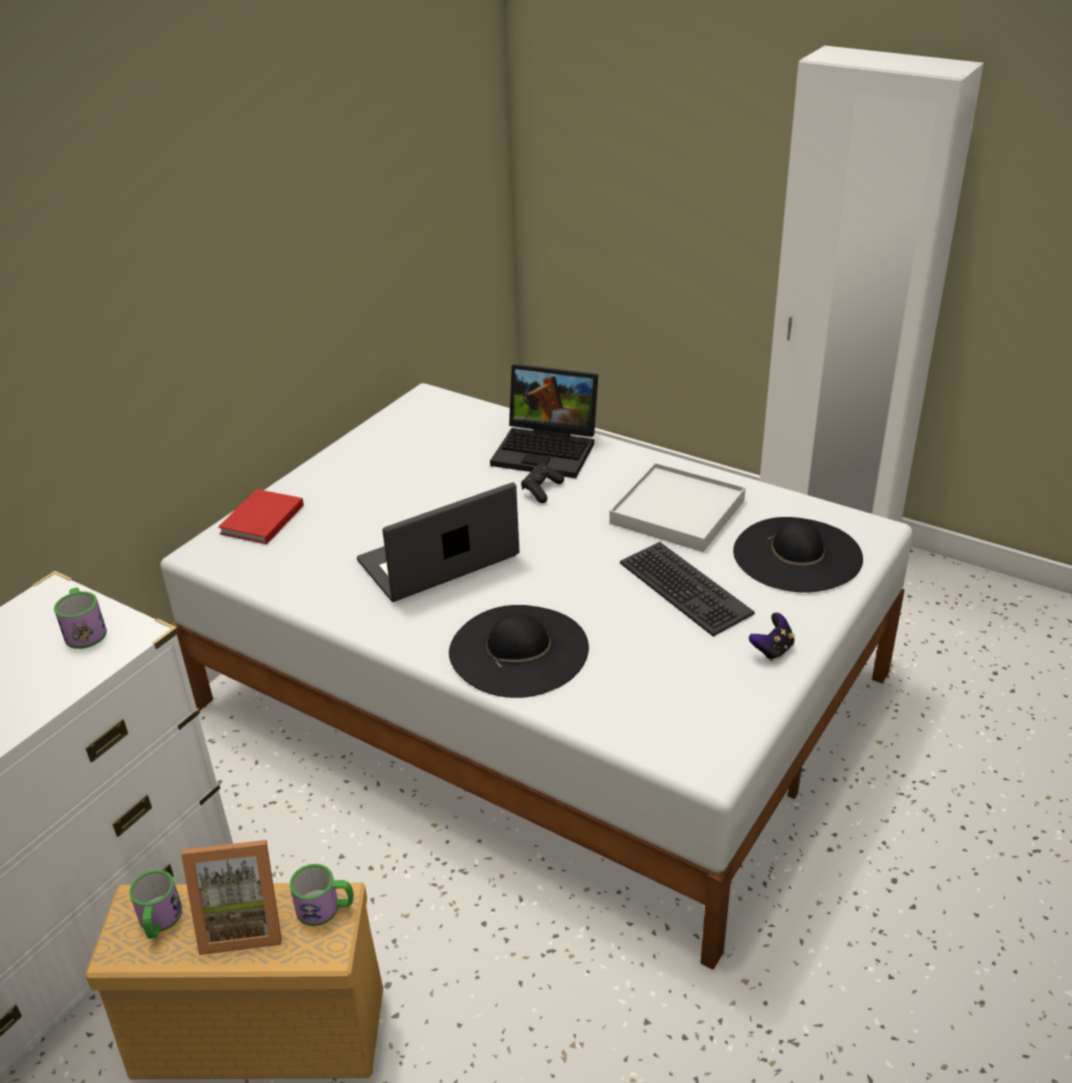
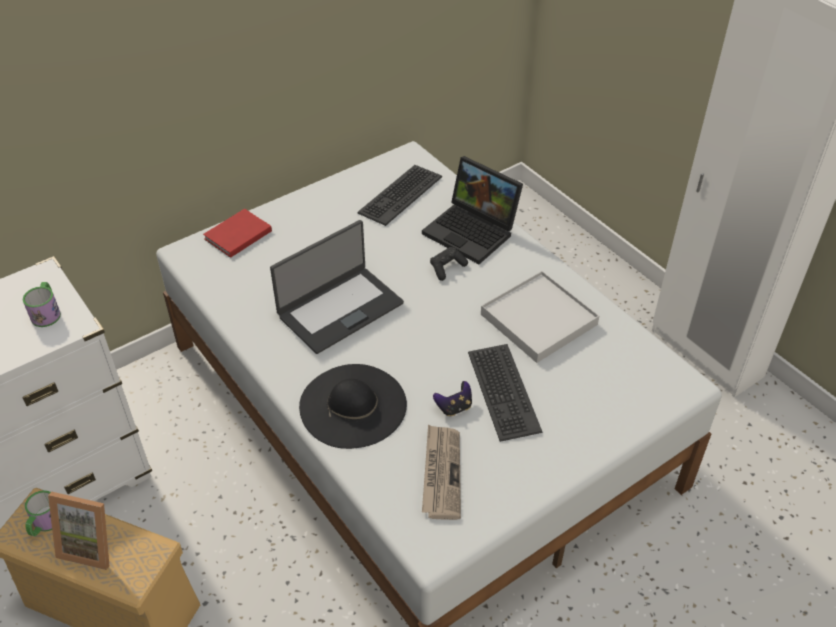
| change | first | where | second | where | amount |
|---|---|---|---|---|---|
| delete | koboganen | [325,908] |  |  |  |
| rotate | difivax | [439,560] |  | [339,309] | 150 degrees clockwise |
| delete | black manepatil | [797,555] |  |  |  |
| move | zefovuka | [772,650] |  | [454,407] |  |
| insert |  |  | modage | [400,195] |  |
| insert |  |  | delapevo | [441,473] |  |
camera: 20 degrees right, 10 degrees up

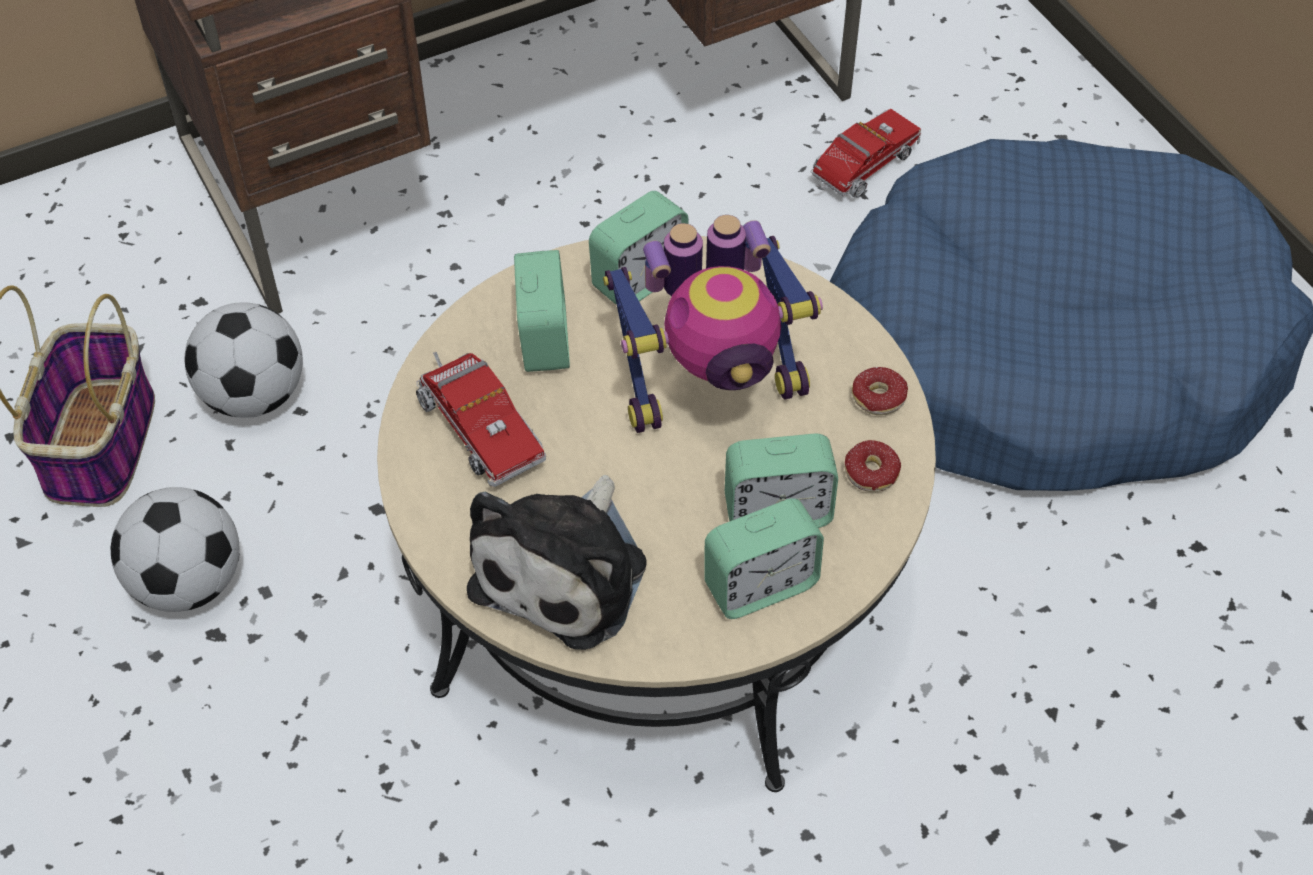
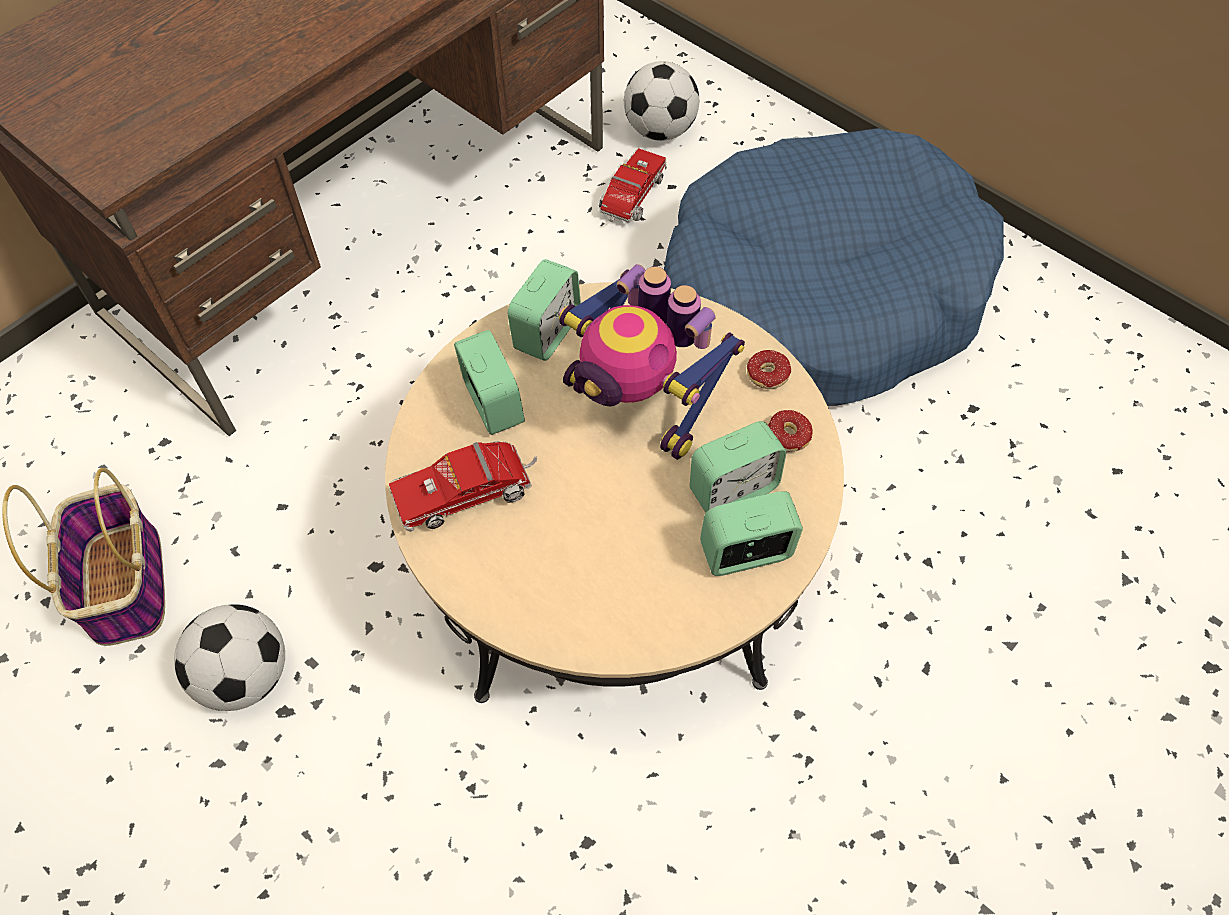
| change | first | where | second | where | amount |
|---|---|---|---|---|---|
| move | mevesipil | [254,395] |  | [660,130] |  |
| rotate | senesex | [477,426] |  | [469,492] | 120 degrees clockwise |
| delete | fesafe | [566,570] |  |  |  |
| rotate | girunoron | [712,387] |  | [640,404] | 75 degrees clockwise |
| rotate | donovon | [760,585] |  | [746,553] | 150 degrees counterclockwise |
camera: 20 degrees left, 5 degrees up

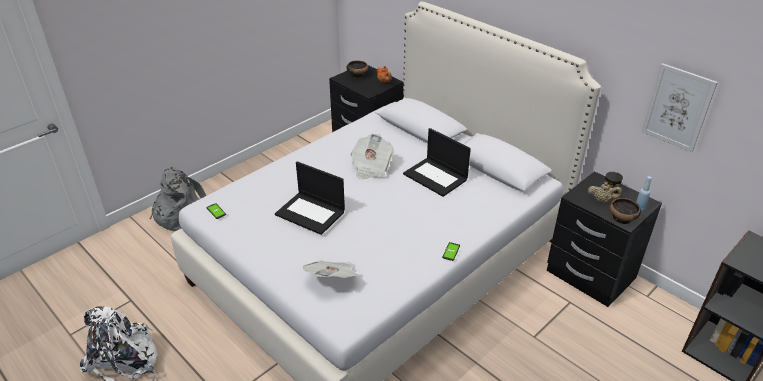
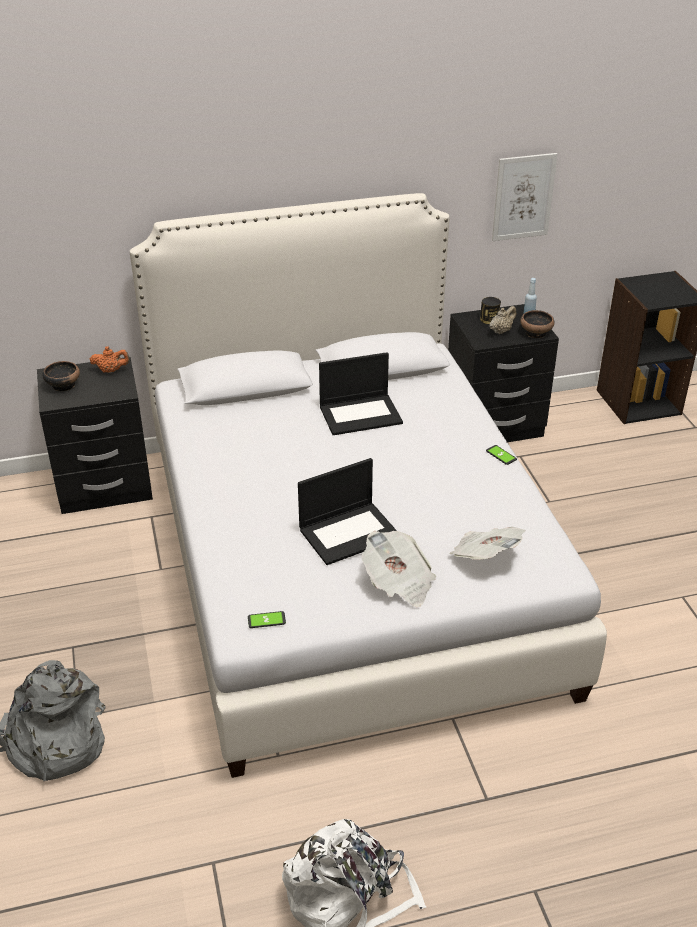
| change | first | where | second | where | amount |
|---|---|---|---|---|---|
| move | delapevo | [371,167] |  | [398,583] |  |
camera: 60 degrees left, 0 degrees up

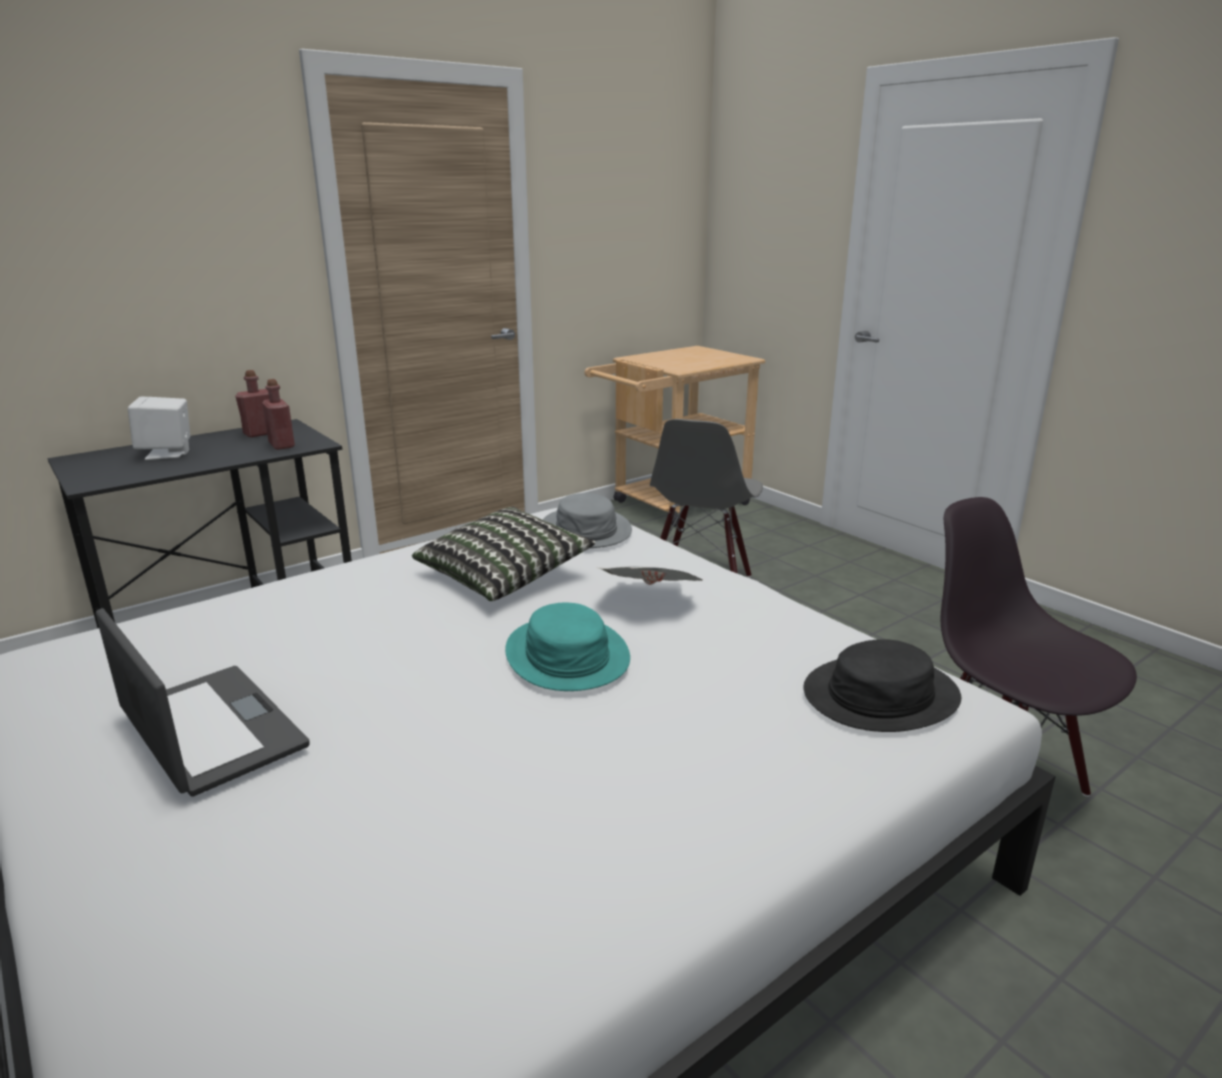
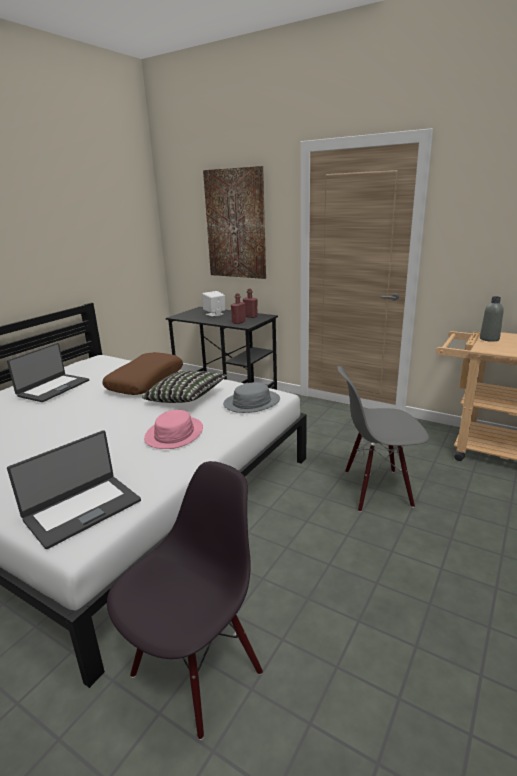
| change | first | where | second | where | amount |
|---|---|---|---|---|---|
| delete | turquoise manepatil | [566,655] |  |  |  |
| replace | delapevo | [651,600] | pink manepatil | [174,434] |  |
| replace | black manepatil | [880,695] | difivax | [82,509] |  |
| insert |  |  | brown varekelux | [145,382] |  |
| insert |  |  | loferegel | [236,224] |  |
| insert |  |  | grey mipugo | [489,339] |  |
camera: 70 degrees right, 0 degrees up

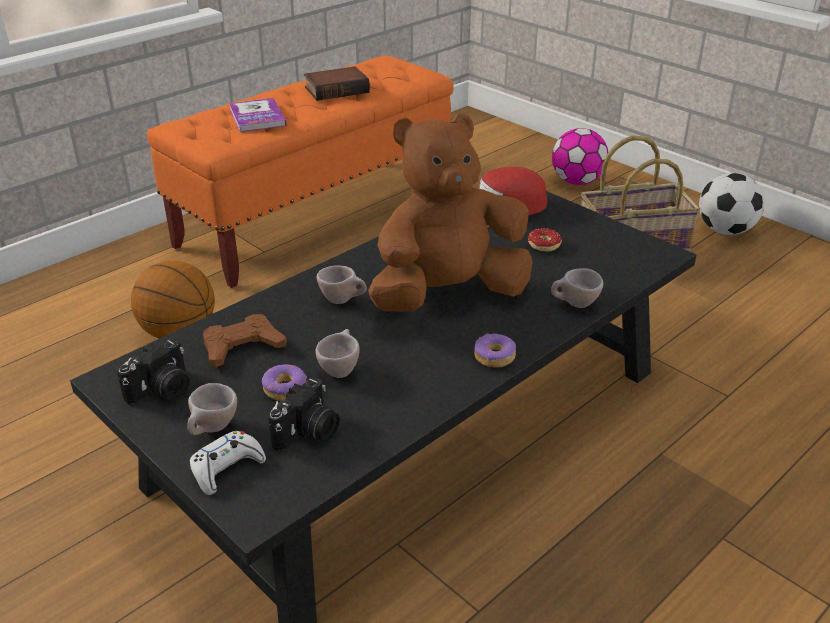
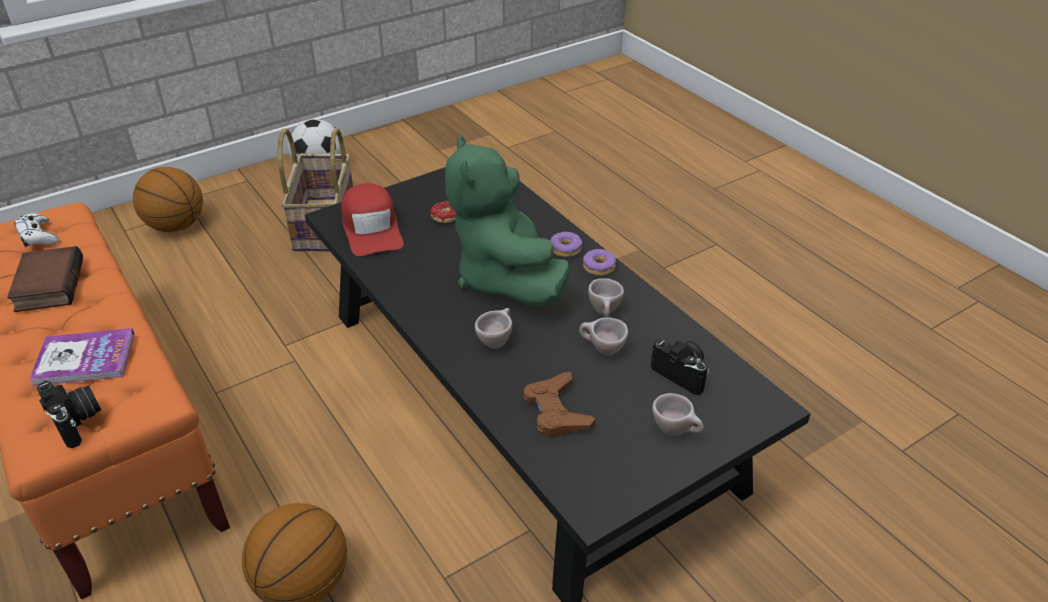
| change | first | where | second | where | amount |
|---|---|---|---|---|---|
| move | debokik | [162,391] |  | [77,421] |  |
| move | white zefovuka | [226,468] |  | [38,236] |  |
| move | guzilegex | [285,389] |  | [565,249] |  |
| recolor | brown fesafe | [448,294] | green fesafe | [505,278] |  |
| move | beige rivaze | [574,305] |  | [605,313] |  |
| replace | mevesipil | [577,182] | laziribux | [176,226] |  |
camera: 80 degrees left, 5 degrees up

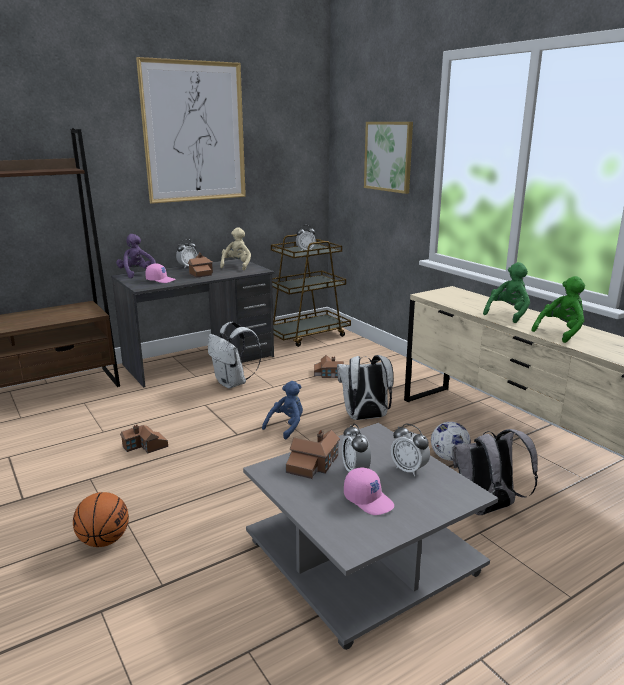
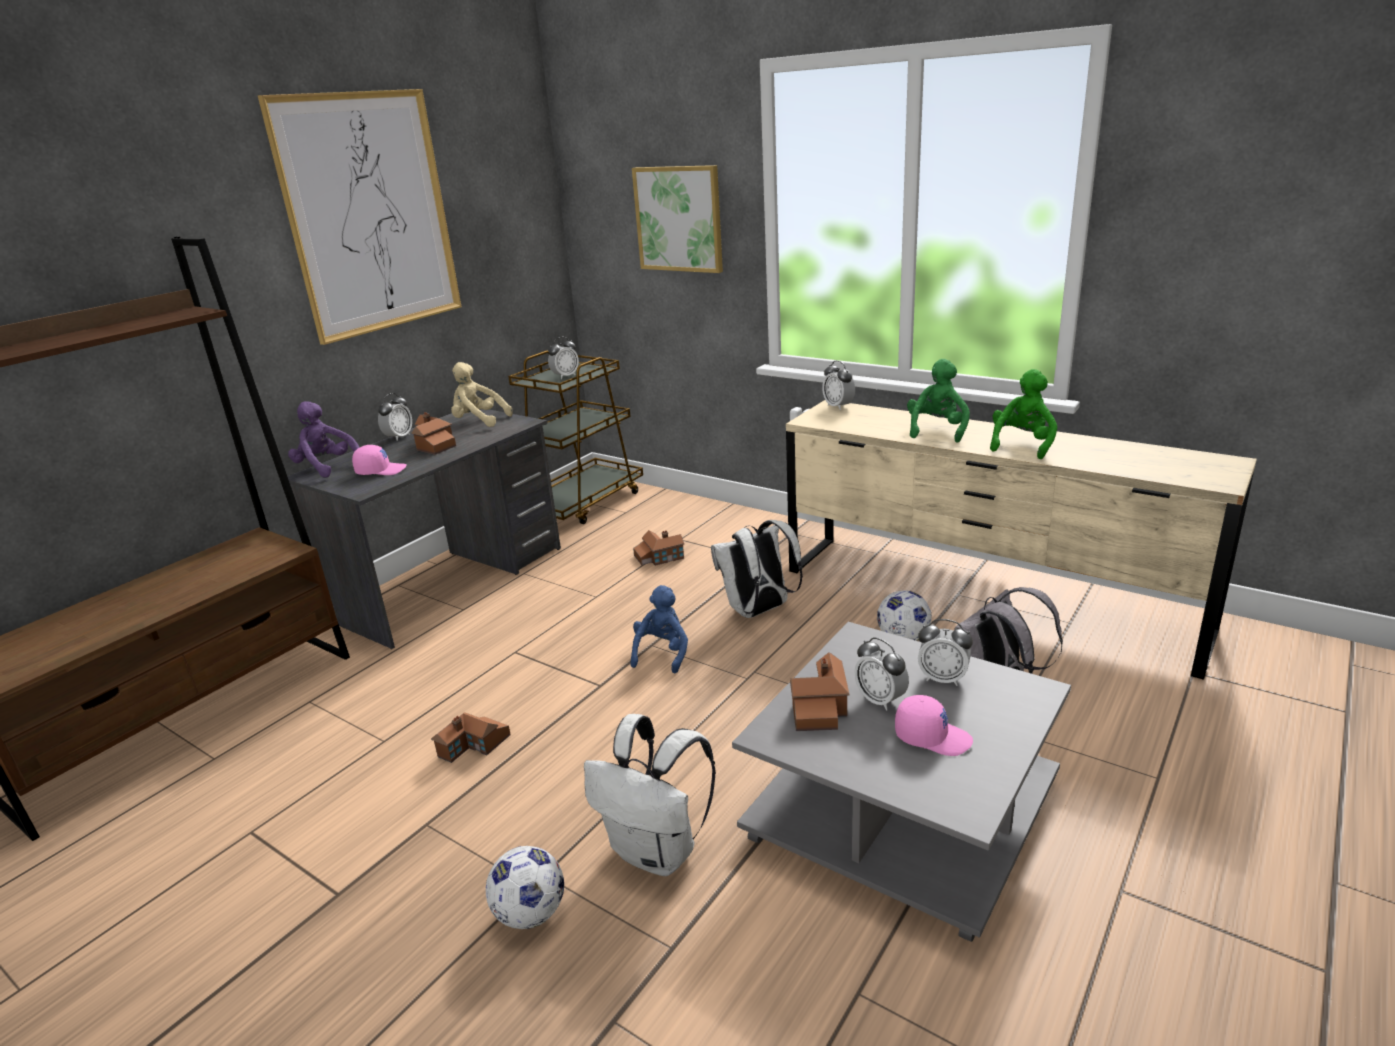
| change | first | where | second | where | amount |
|---|---|---|---|---|---|
| replace | laziribux | [104,540] | mevesipil | [531,914] |  |
| move | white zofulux | [233,383] |  | [658,852] |  |
| rotate | beige fesafe | [237,266] |  | [478,421] | 60 degrees counterclockwise |
| insert |  |  | donovon | [838,406] |  |
camera: 20 degrees left, 5 degrees up

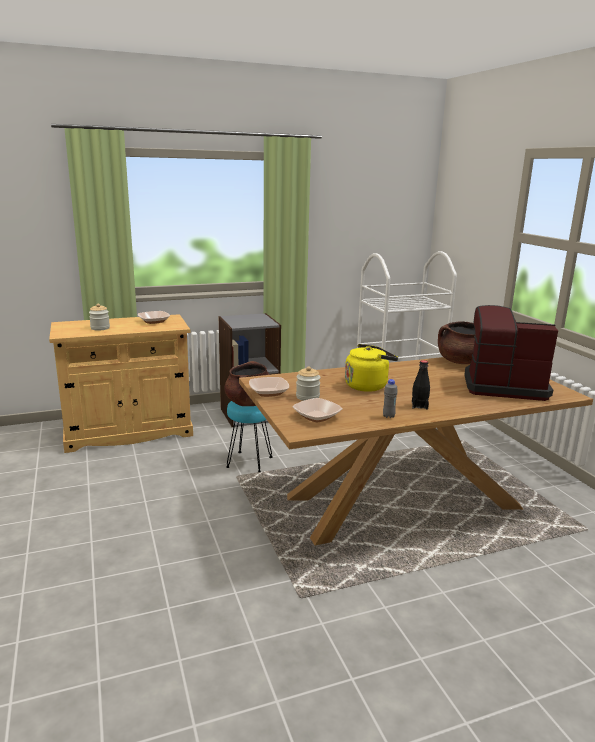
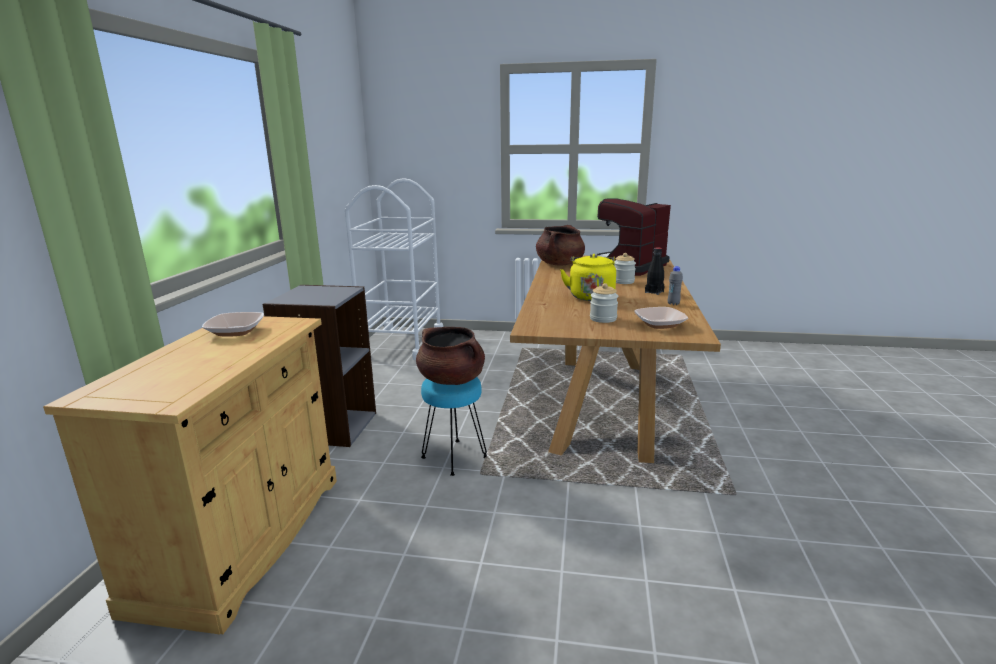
| change | first | where | second | where | amount |
|---|---|---|---|---|---|
| move | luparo | [100,328] |  | [623,281] |  |
| delete | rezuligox | [268,392] |  |  |  |
camera: 60 degrees left, 0 degrees up

